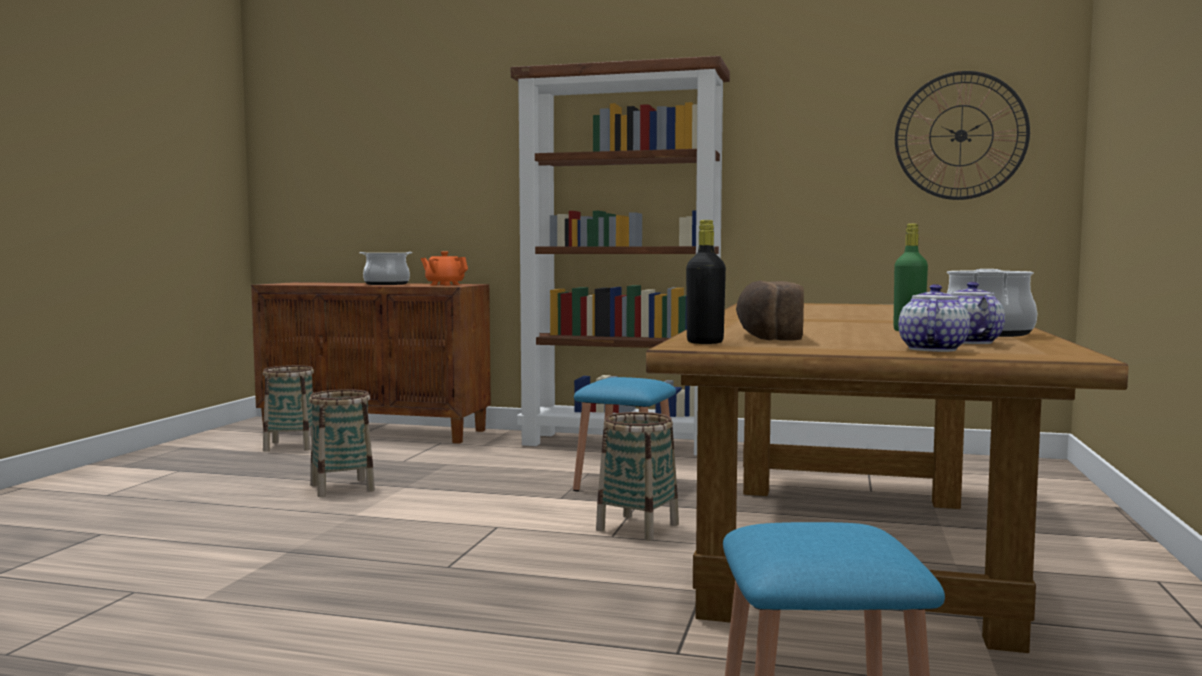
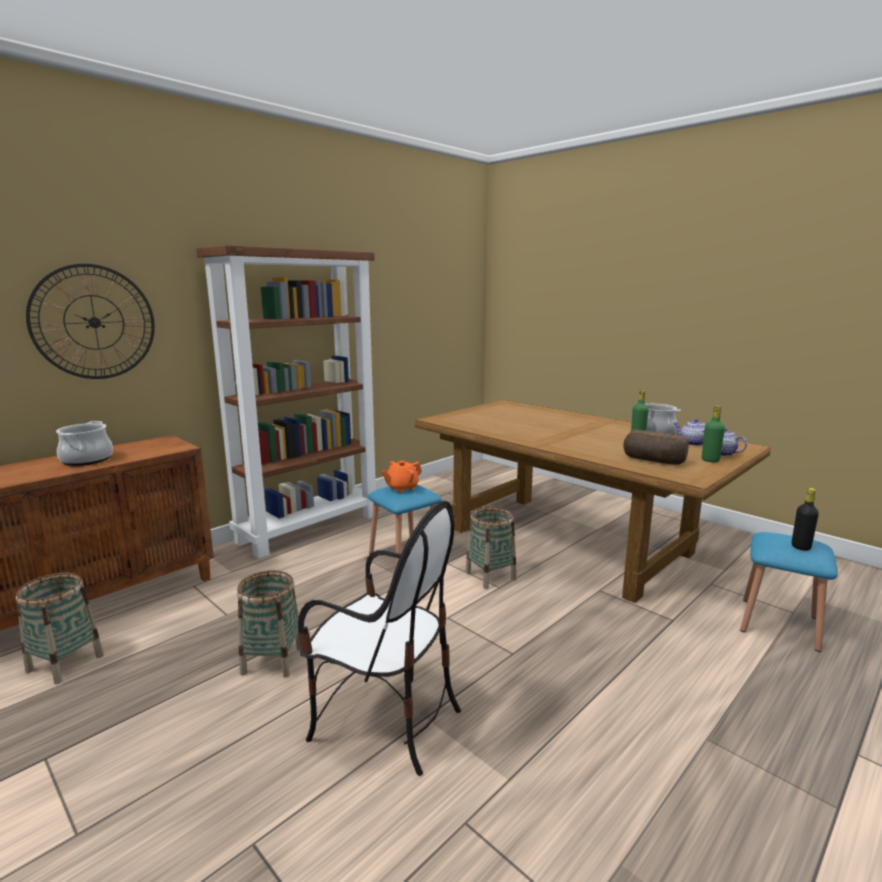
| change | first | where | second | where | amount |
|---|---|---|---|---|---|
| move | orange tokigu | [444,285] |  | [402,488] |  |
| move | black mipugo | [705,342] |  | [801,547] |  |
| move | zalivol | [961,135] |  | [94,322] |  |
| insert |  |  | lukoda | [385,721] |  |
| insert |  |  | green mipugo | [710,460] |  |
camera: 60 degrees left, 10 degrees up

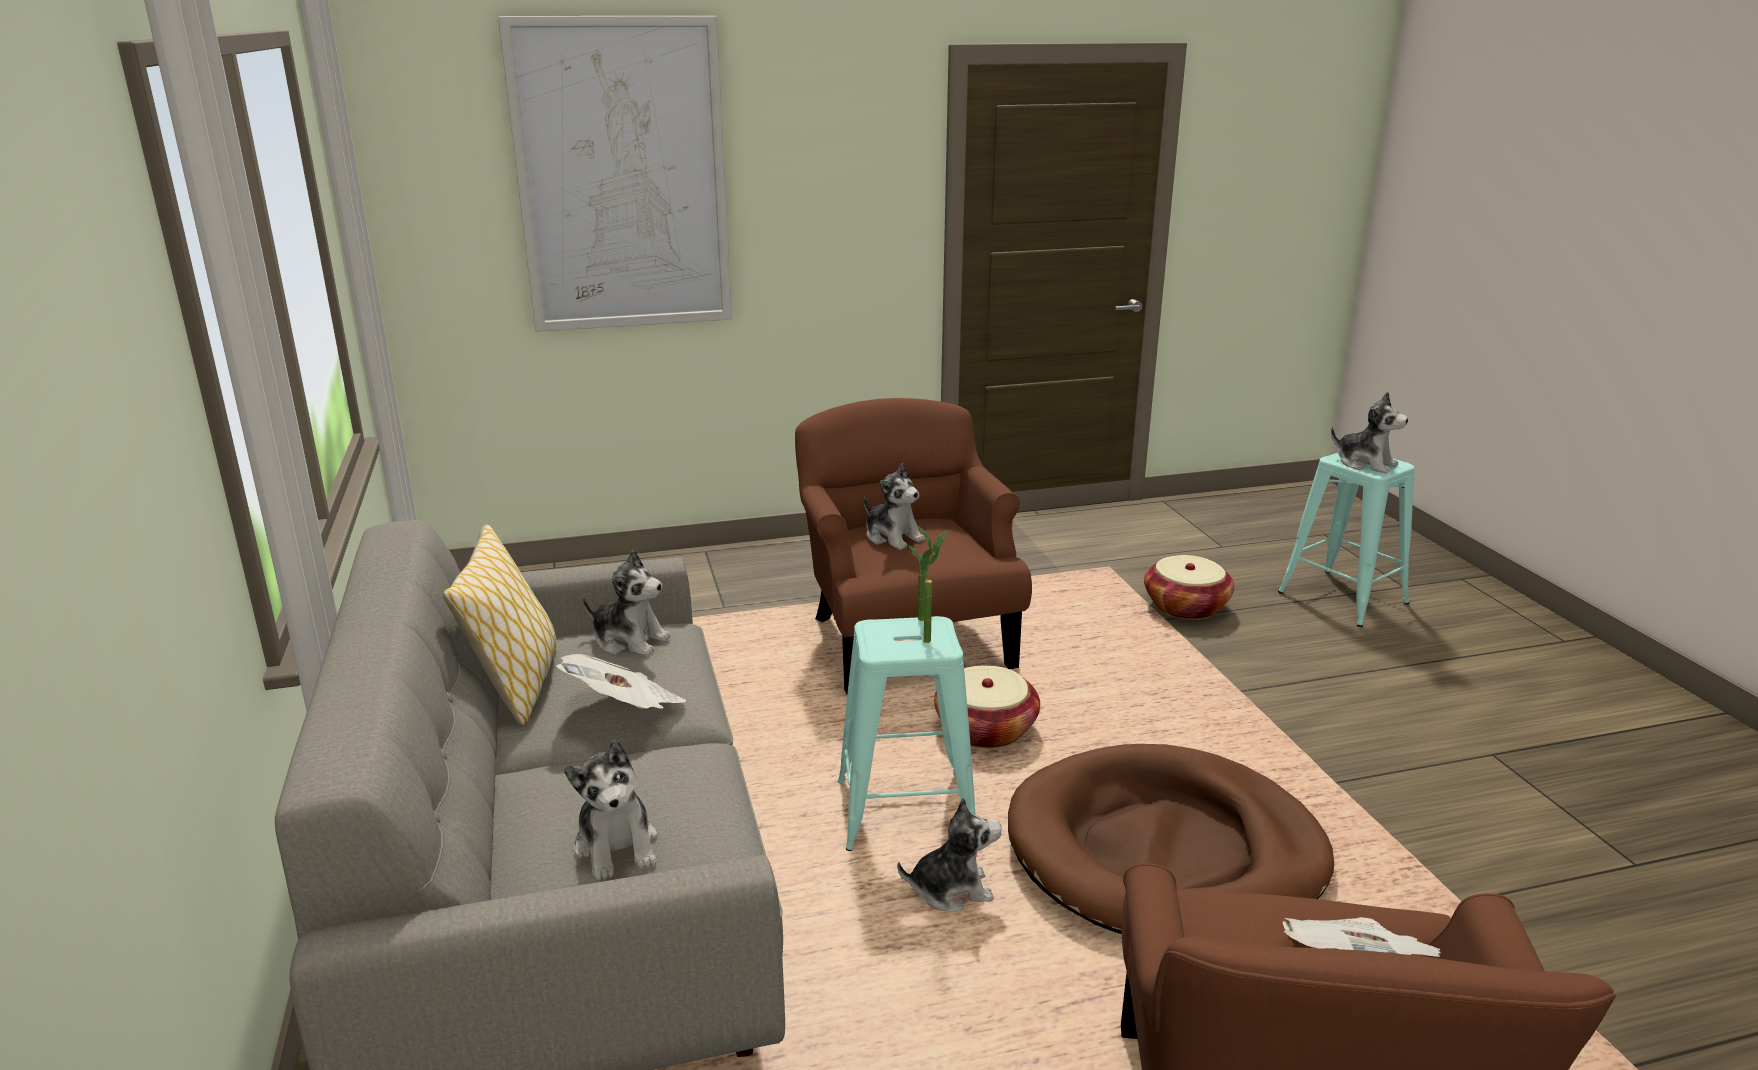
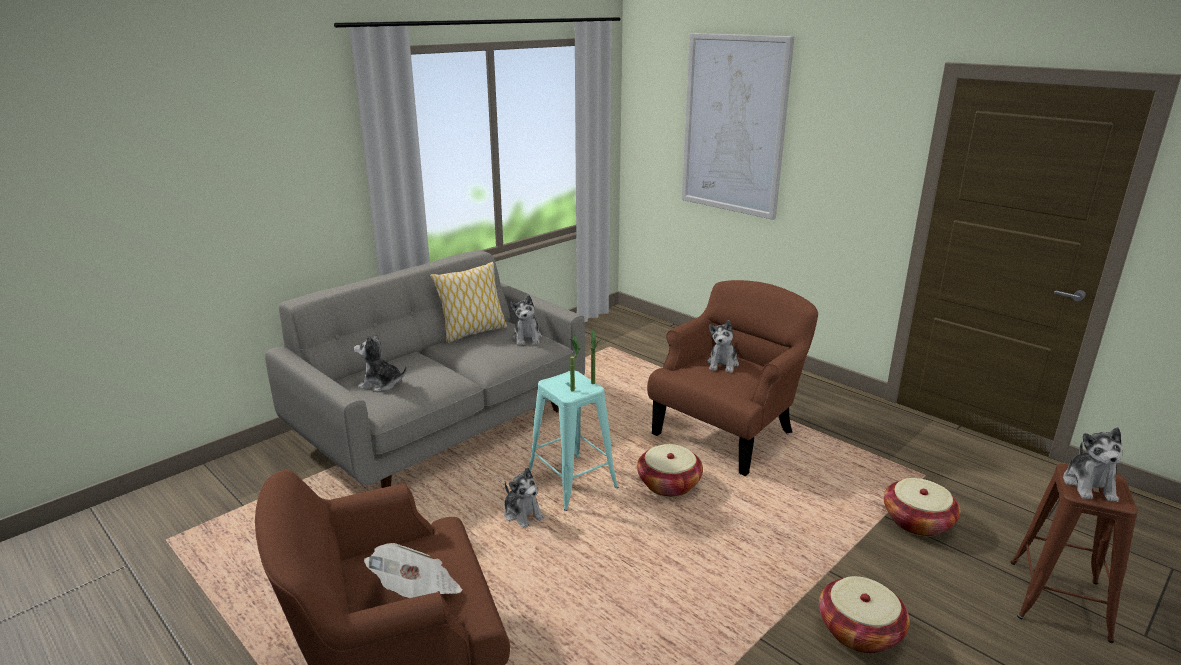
| change | first | where | second | where | amount |
|---|---|---|---|---|---|
| delete | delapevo | [625,709] |  |  |  |
| rotate | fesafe | [617,846] |  | [381,384] | 60 degrees clockwise |
| delete | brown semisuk | [1165,852] |  |  |  |
| recolor | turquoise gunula | [1342,598] | brown gunula | [1058,599] |  |
| insert |  |  | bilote | [859,631] |  |
camera: 60 degrees right, 0 degrees up

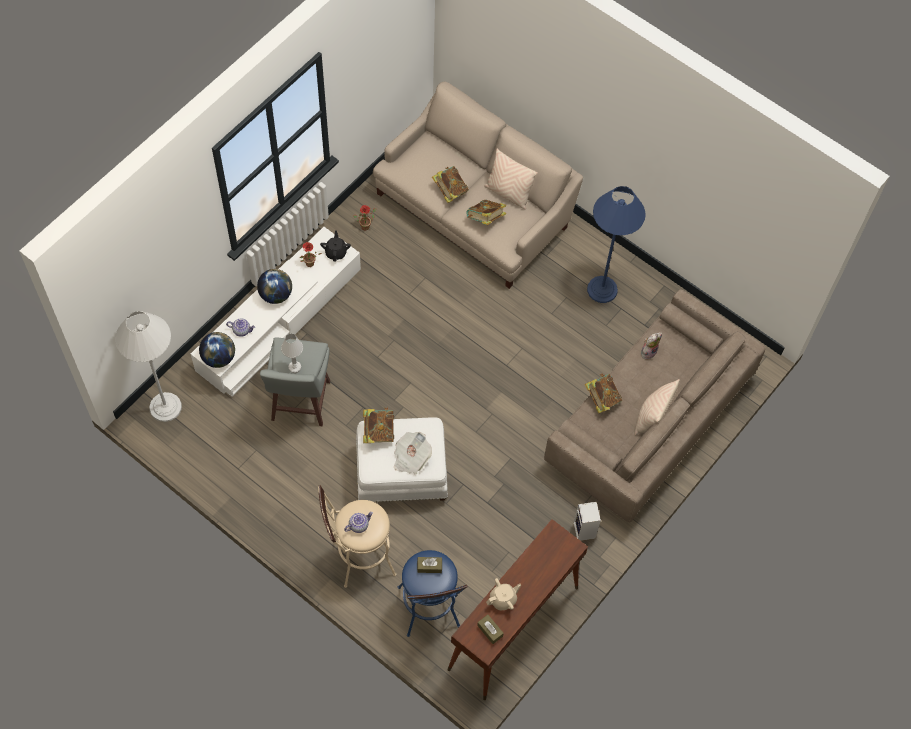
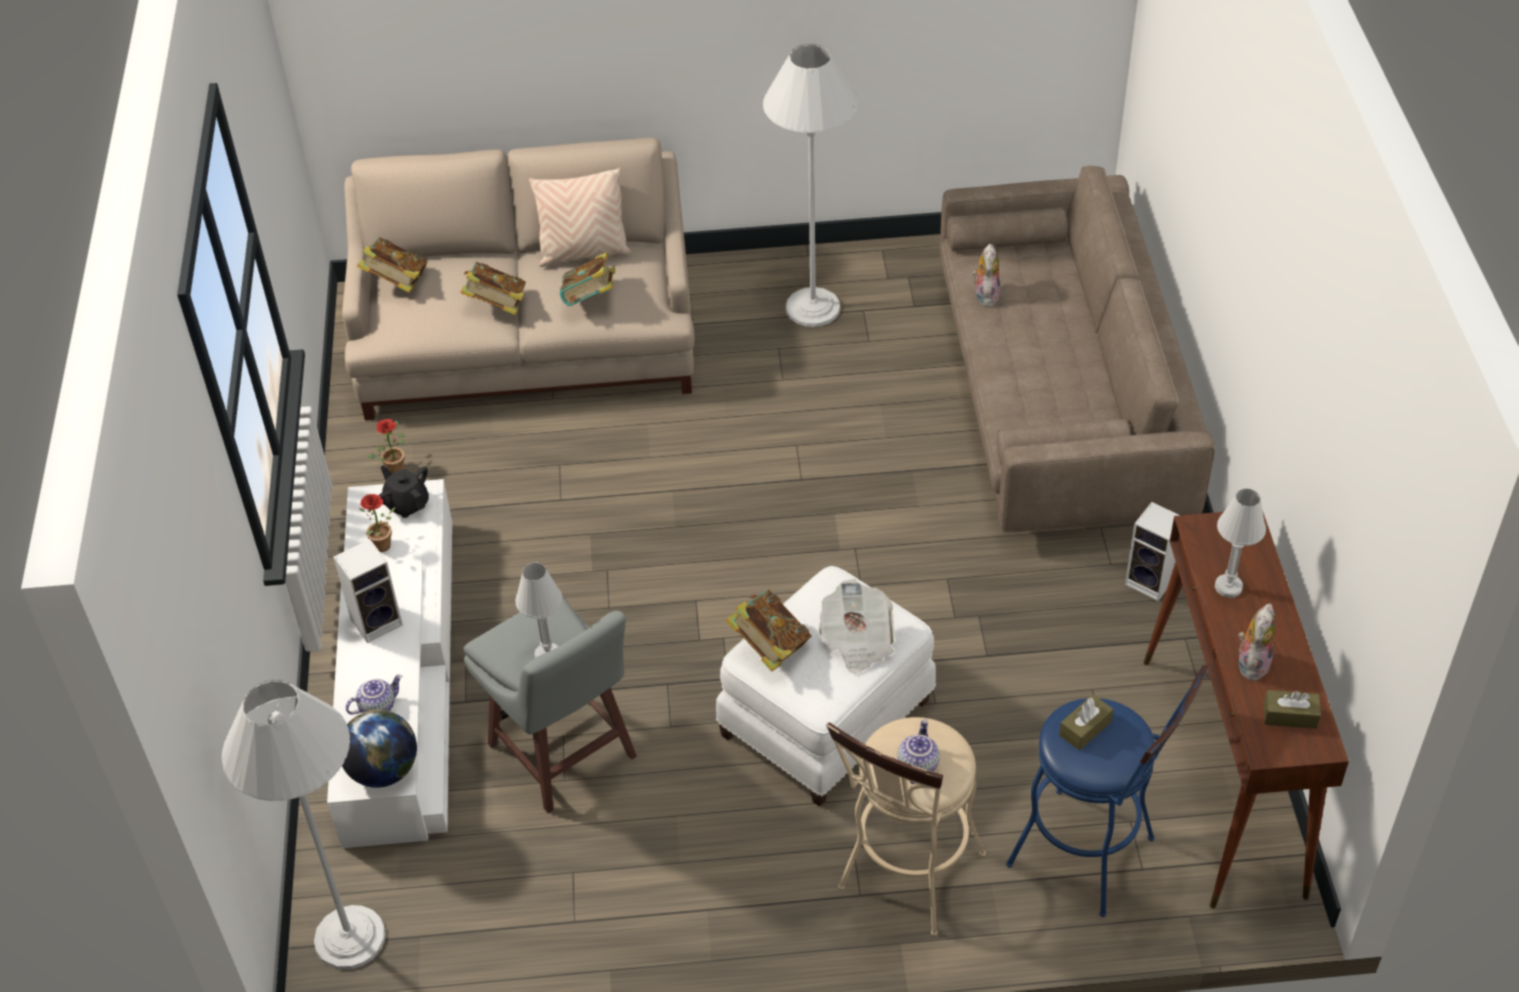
| change | first | where | second | where | amount |
|---|---|---|---|---|---|
| replace | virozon | [276,295] | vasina | [377,620] |  |
| replace | beige tokigu | [503,599] | fesafe | [1251,662] |  |
| move | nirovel | [602,399] |  | [396,283] |  |
| recolor | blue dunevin | [602,289] | white dunevin | [813,308] |  |
| delete | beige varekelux | [651,417] |  |  |  |
| insert |  |  | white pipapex | [1228,587] |  |
camera: 40 degrees left, 15 degrees down

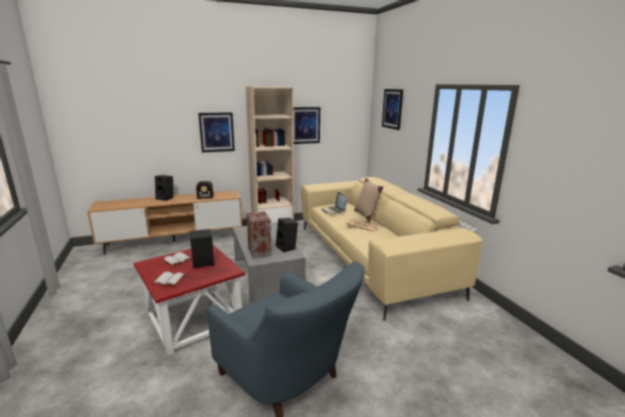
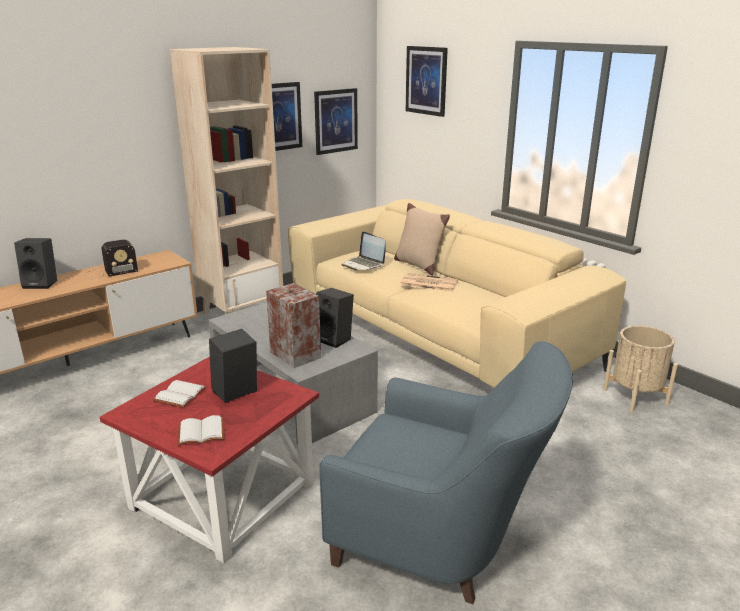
| change | first | where | second | where | amount |
|---|---|---|---|---|---|
| move | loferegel | [216,132] |  | [335,121] |  |
| insert |  |  | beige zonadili | [635,396] |  |
camera: 20 degrees left, 5 degrees up

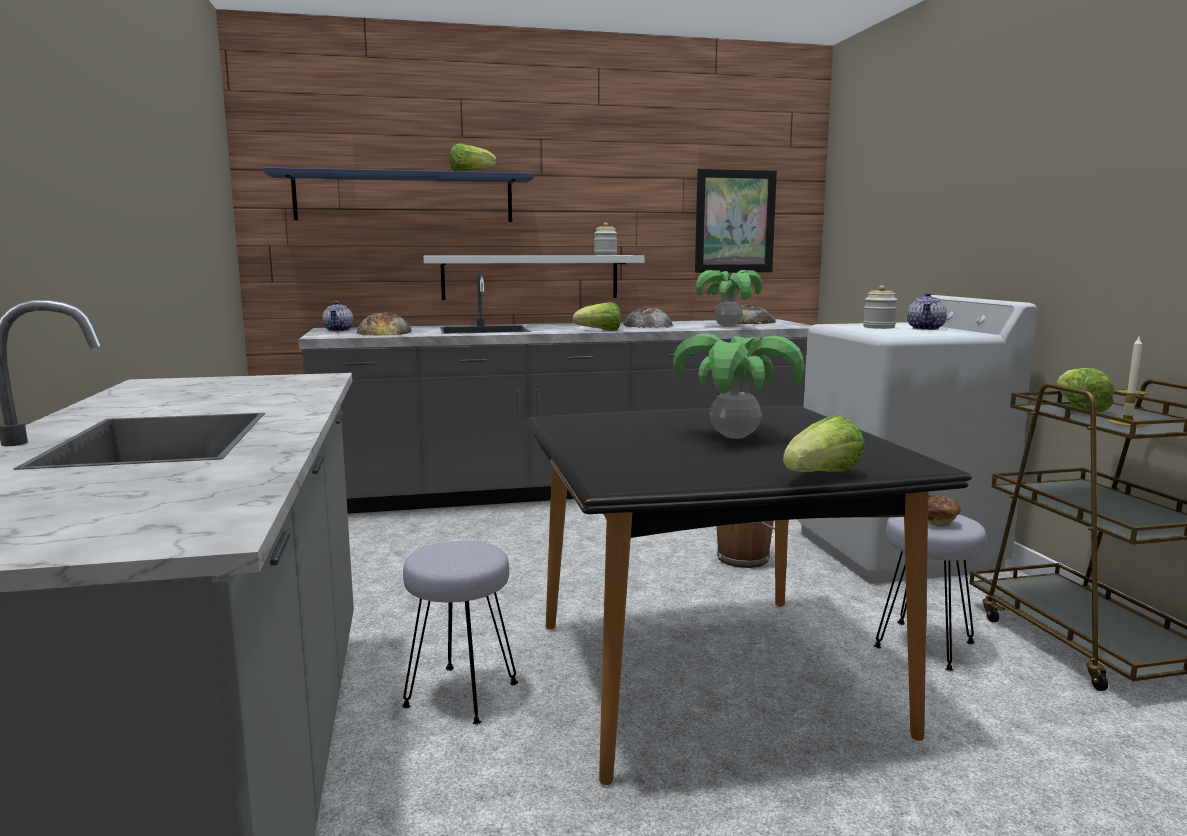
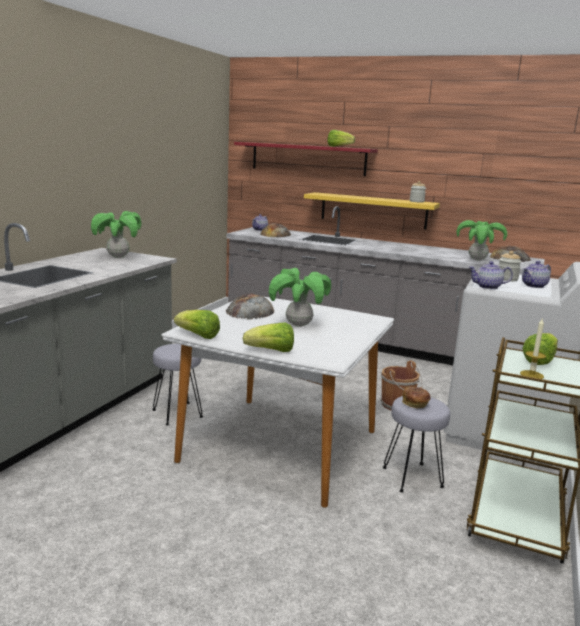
| change | first | where | second | where | amount |
|---|---|---|---|---|---|
| recolor | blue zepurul | [405,198] | red zepurul | [308,158] |  |
| recolor | white zepurul | [530,277] | yellow zepurul | [373,210] |  |
| recolor | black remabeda | [708,676] | white remabeda | [279,446] |  |
| move | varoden | [600,331] |  | [198,336] |  |
| move | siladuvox | [647,325] |  | [250,311] |  |
| delete | loferegel | [735,221] |  |  |  |
| insert |  |  | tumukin | [118,257] |  |
| insert |  |  | tokigu | [488,287] |  |
camera: 35 degrees right, 5 degrees up

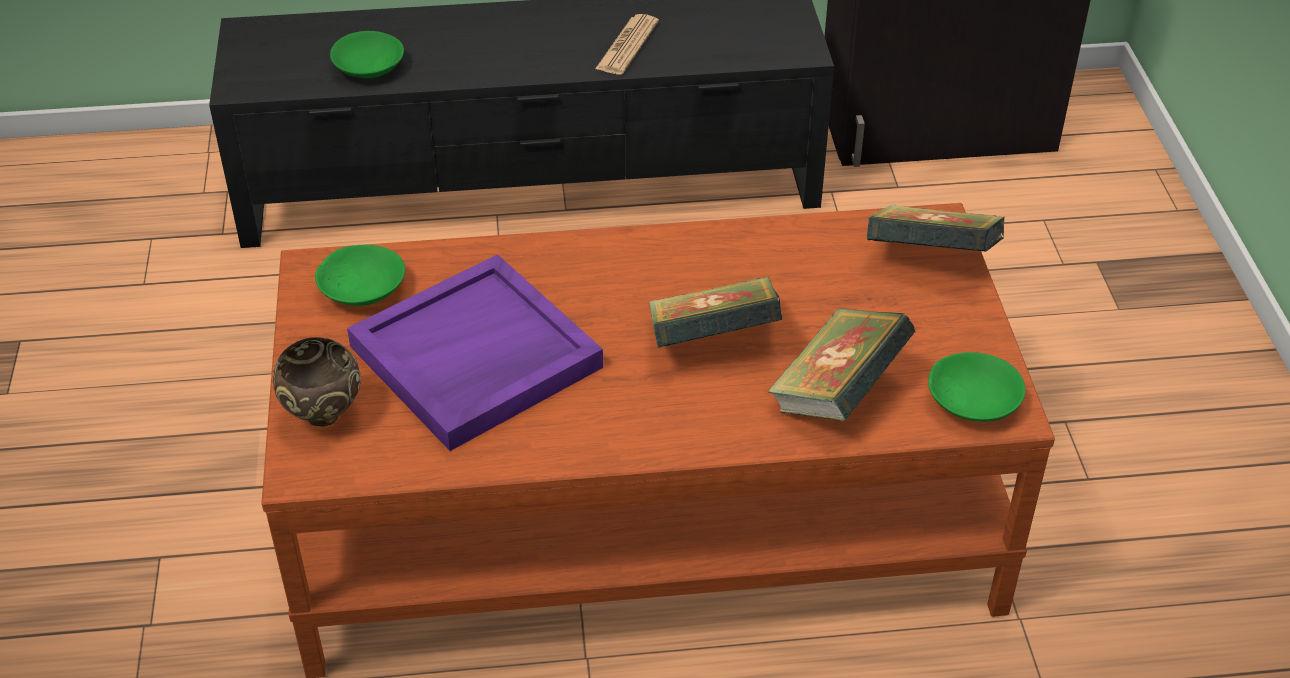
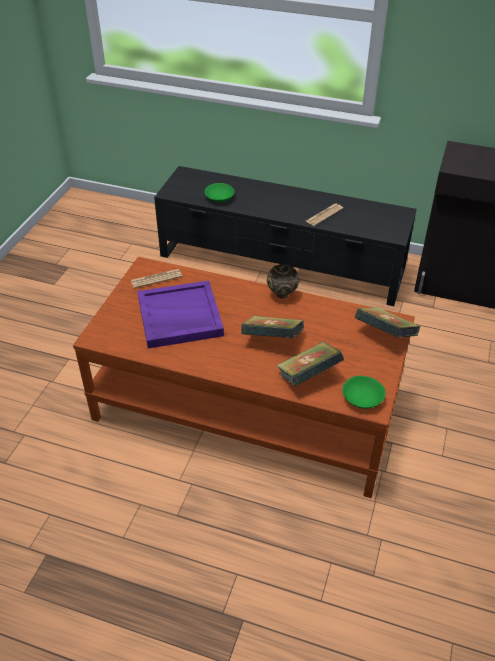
| change | first | where | second | where | amount |
|---|---|---|---|---|---|
| move | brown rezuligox | [324,417] |  | [282,295] |  |
| replace | green rezuligox | [362,288] | delapevo | [156,279] |  |
camera: 25 degrees right, 0 degrees up

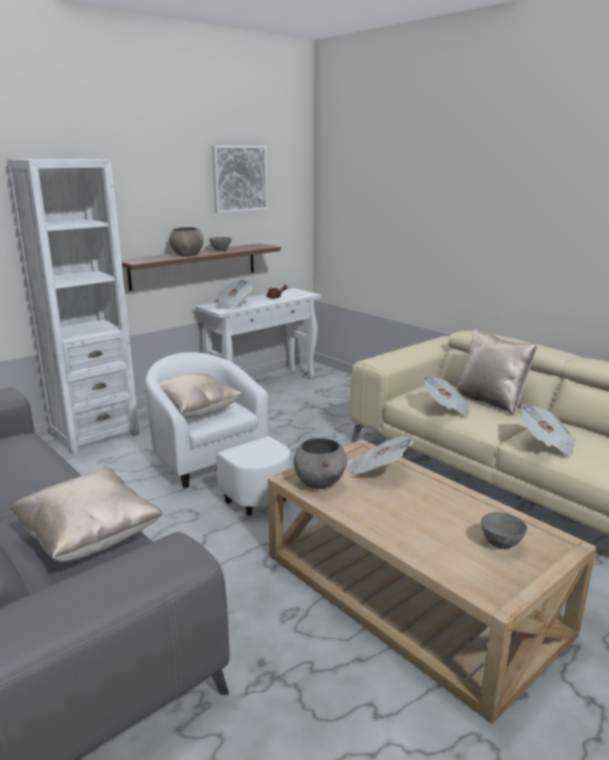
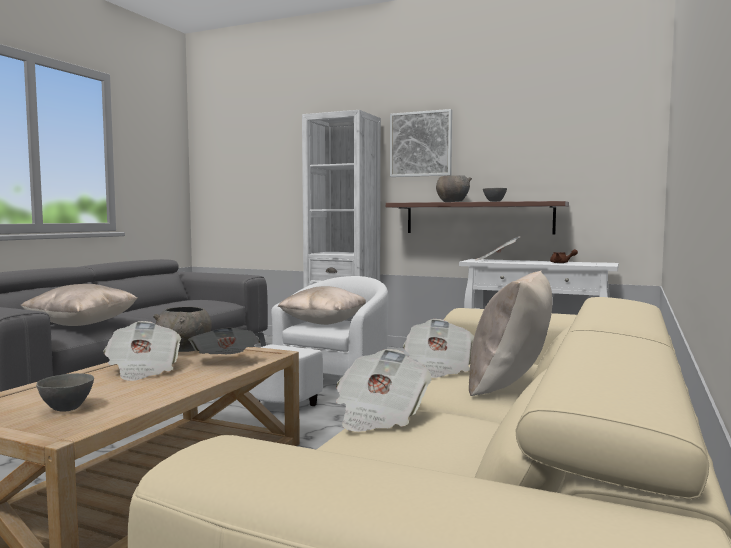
| change | first | where | second | where | amount |
|---|---|---|---|---|---|
| move | loferegel | [239,178] |  | [421,144] |  |
| insert |  |  | delapevo | [143,370] |  |
camera: 65 degrees right, 15 degrees down

